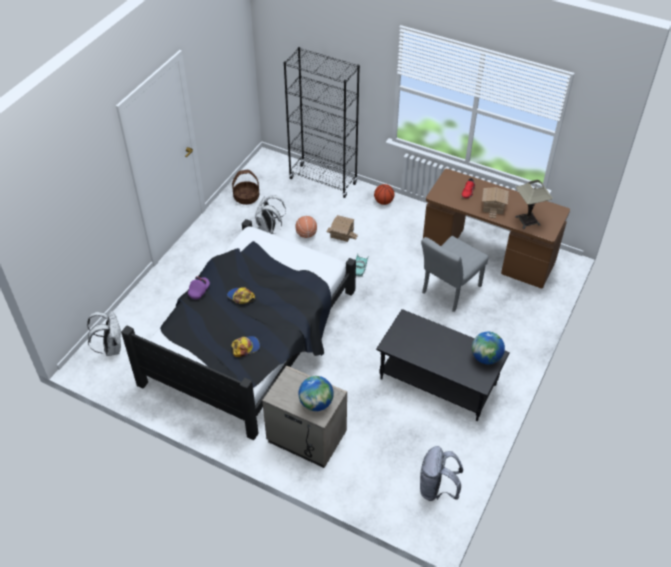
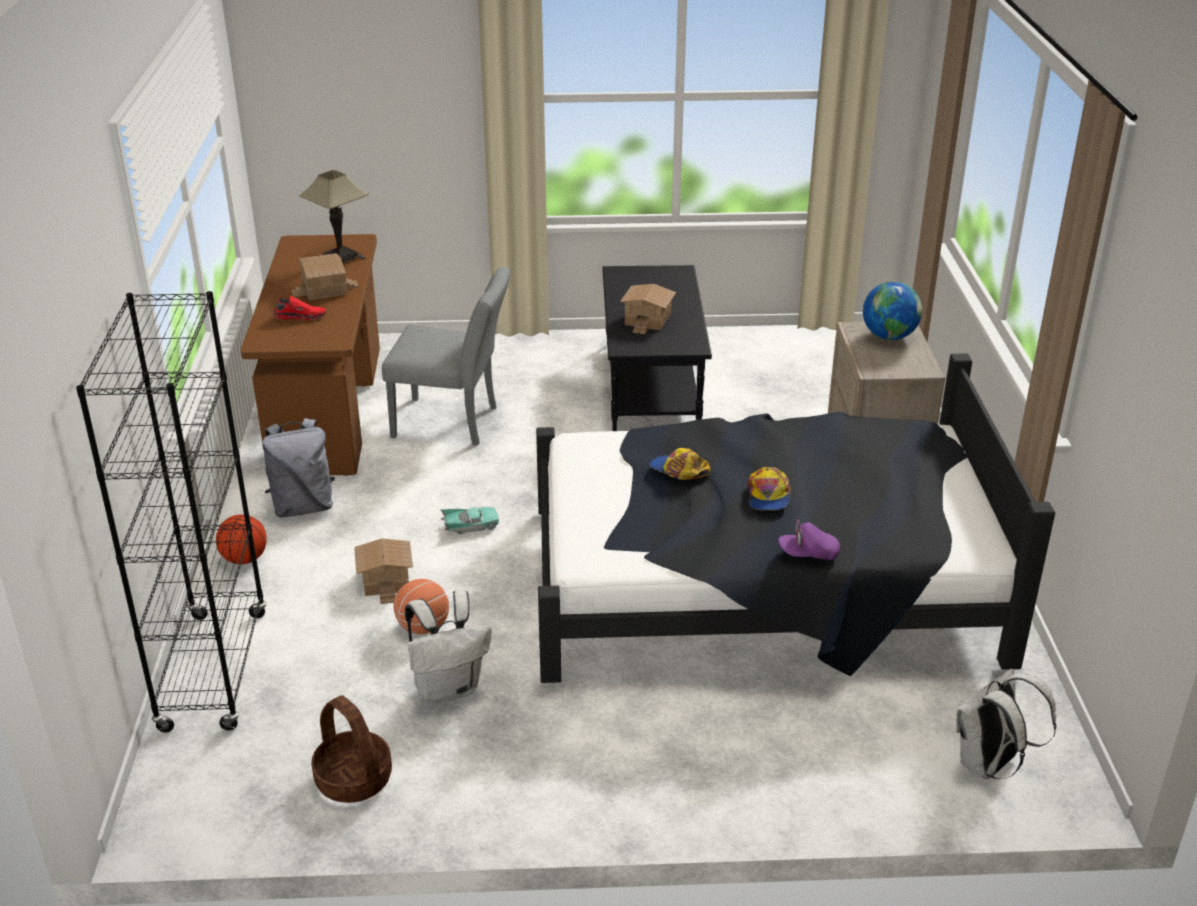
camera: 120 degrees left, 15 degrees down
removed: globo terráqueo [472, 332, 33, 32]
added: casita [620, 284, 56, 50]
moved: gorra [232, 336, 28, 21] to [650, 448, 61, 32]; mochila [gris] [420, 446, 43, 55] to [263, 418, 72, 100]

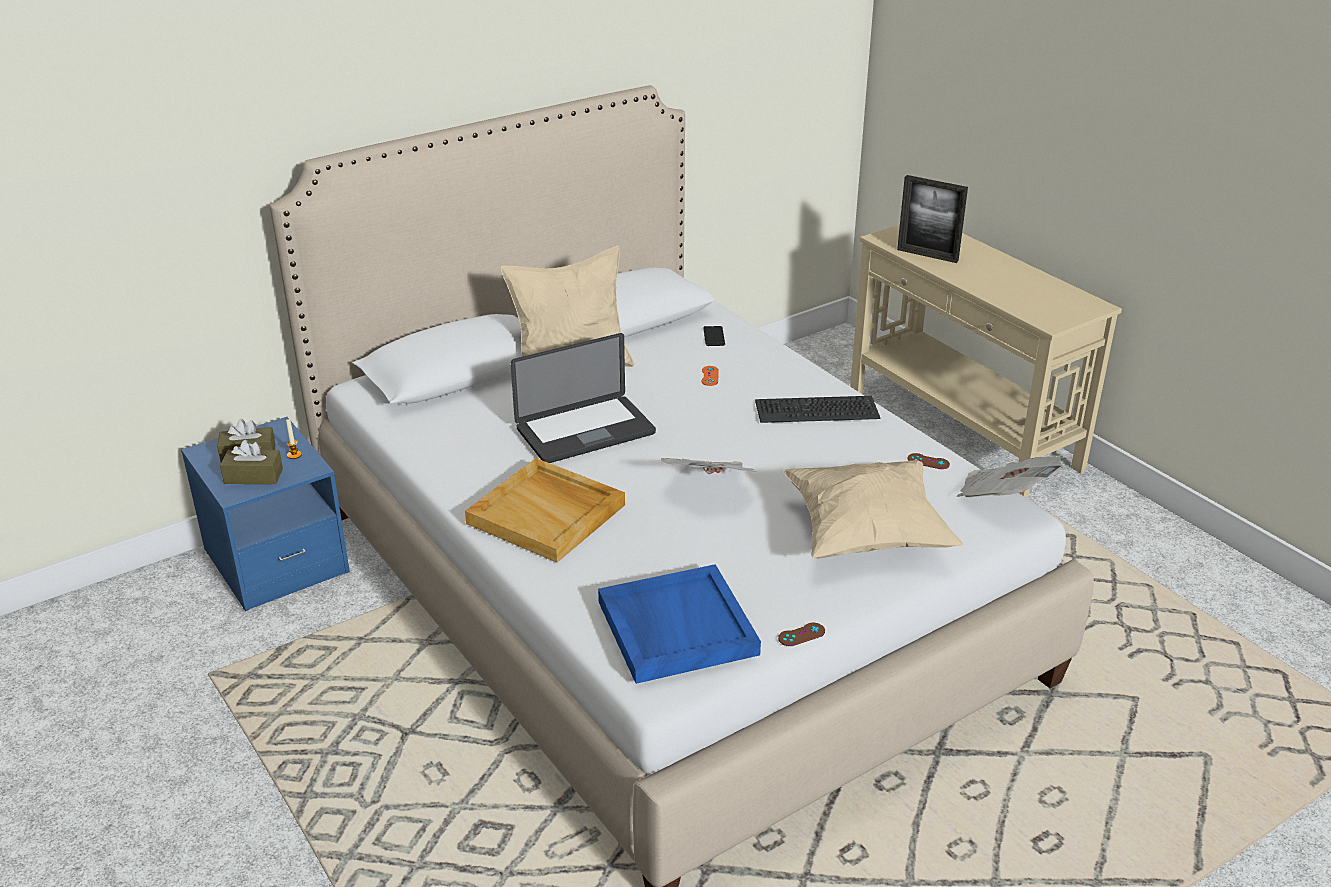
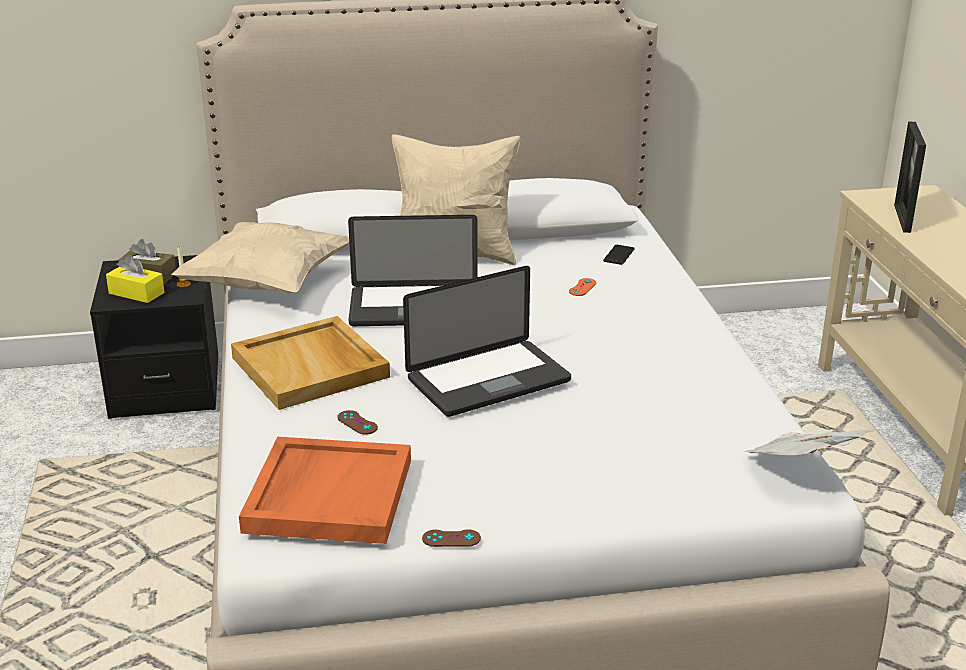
camera: 25 degrees right, 5 degrees down
removed: teclado [755, 396, 125, 27]
moved: cojín [beis] [783, 460, 180, 99] to [171, 222, 178, 71]; mando de consola [marrón] [907, 453, 43, 16] to [337, 410, 41, 25]
replaced: periódico [661, 458, 95, 16] to portátil [403, 266, 168, 151]
recoloured: mesita de noche [azul] [181, 417, 169, 194] to mesita de noche [negro] [90, 255, 128, 164]; caja de pañuelos [marrón] [220, 440, 63, 44] to caja de pañuelos [amarillo] [106, 255, 59, 48]; bandeja [azul] [598, 564, 163, 120] to bandeja [naranja] [239, 437, 172, 107]
turned: portarretratos [897, 175, 71, 88] = [894, 121, 32, 112] 45 degrees clockwise

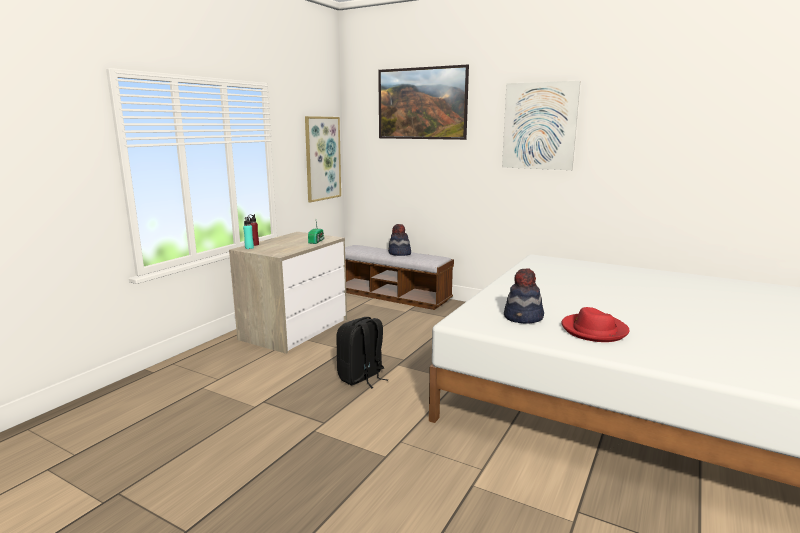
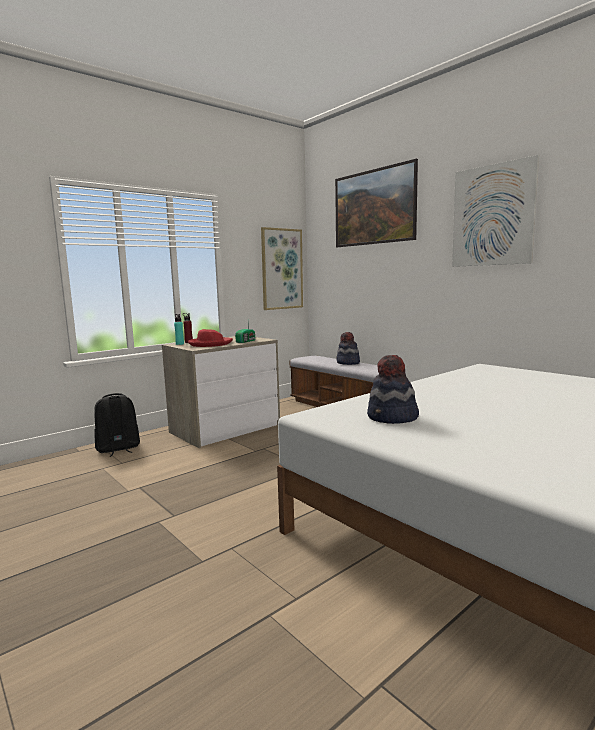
camera: 20 degrees right, 5 degrees down
moved: mochila [negro] [336, 317, 52, 71] to [94, 393, 46, 64]; sombrero [rojo] [562, 307, 67, 35] to [188, 329, 45, 18]

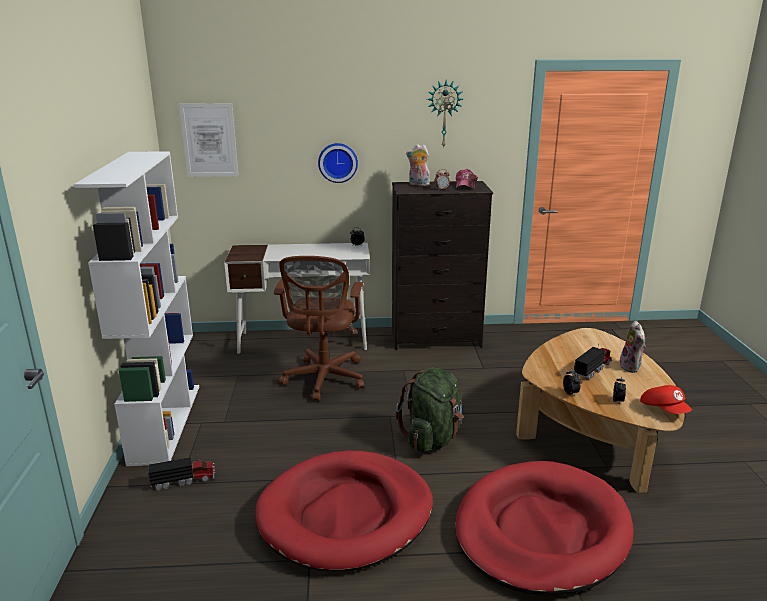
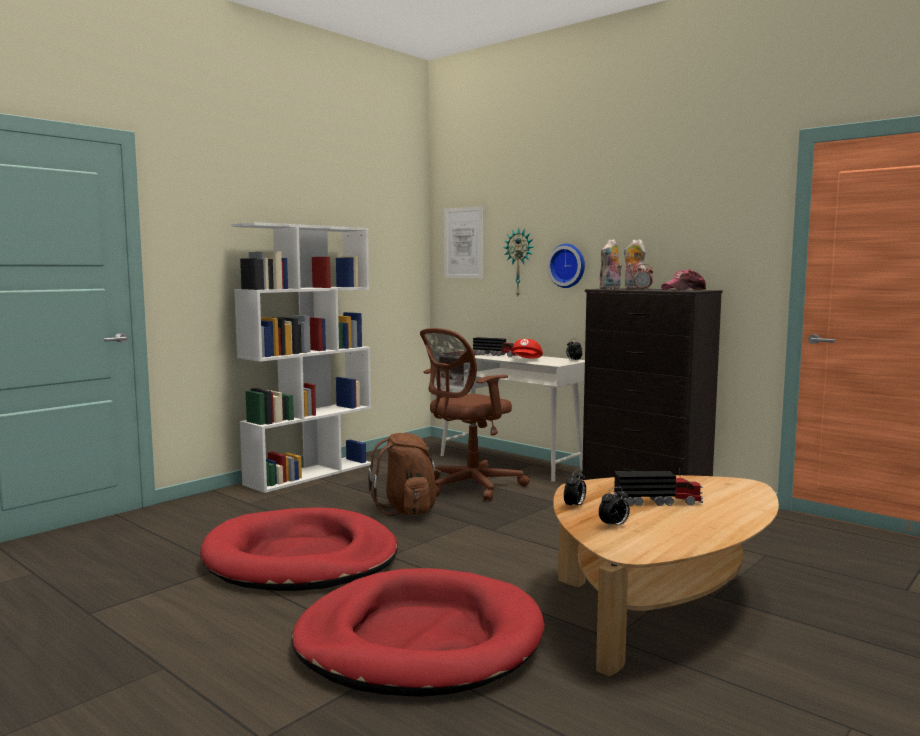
camera: 45 degrees right, 15 degrees down
removed: mochila [verde] [395, 367, 69, 85]
added: mochila [marrón] [368, 433, 73, 83]
moved: camión de juguete [148, 456, 67, 34] to [473, 337, 45, 20]; reloj de pared [427, 80, 36, 69] to [503, 228, 30, 68]; peluche [620, 321, 26, 52] to [600, 239, 22, 50]; gorra [rojo] [640, 385, 52, 29] to [512, 339, 31, 20]

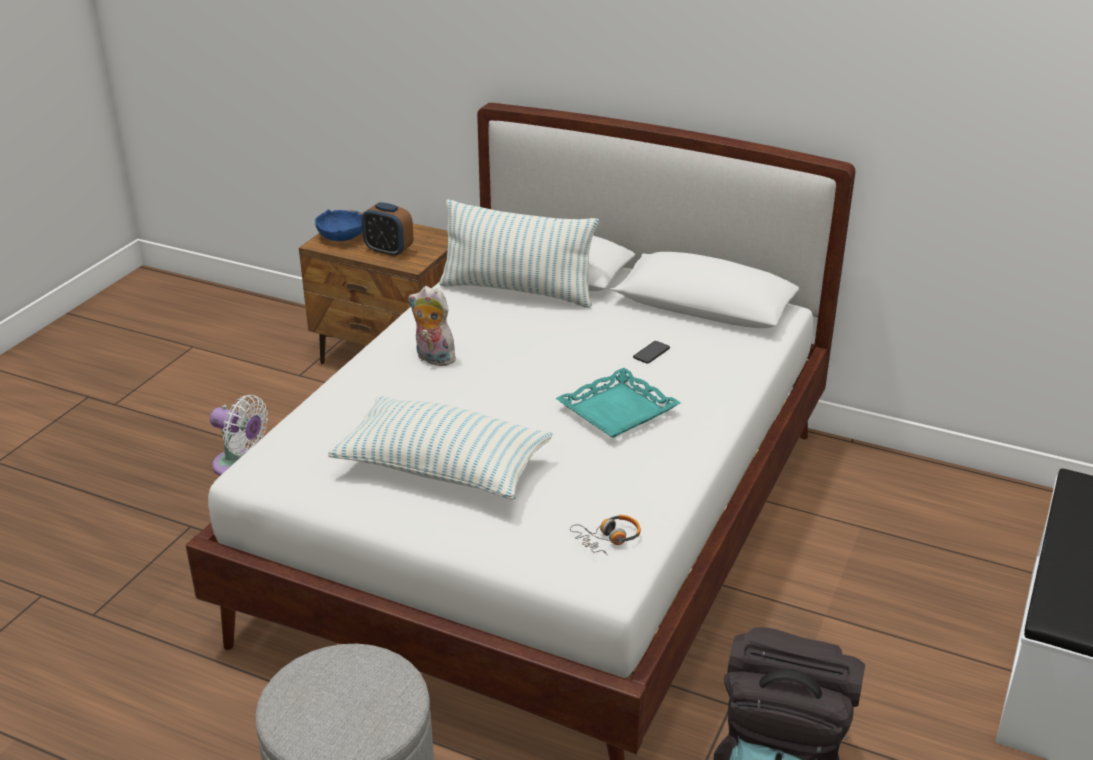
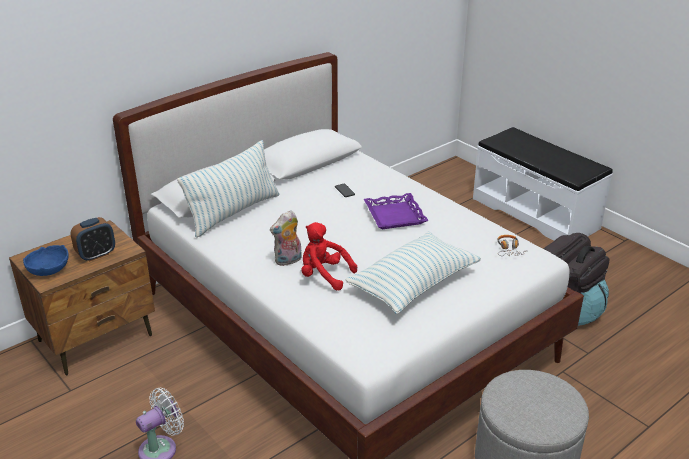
camera: 65 degrees left, 0 degrees up
added: peluche [rojo] [301, 222, 56, 68]
recoloured: bandeja [turquesa] [555, 368, 126, 70] to bandeja [morado] [364, 193, 65, 36]

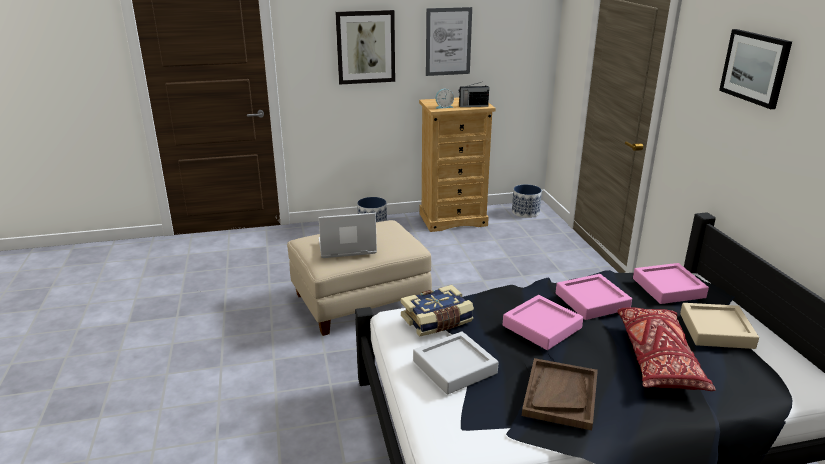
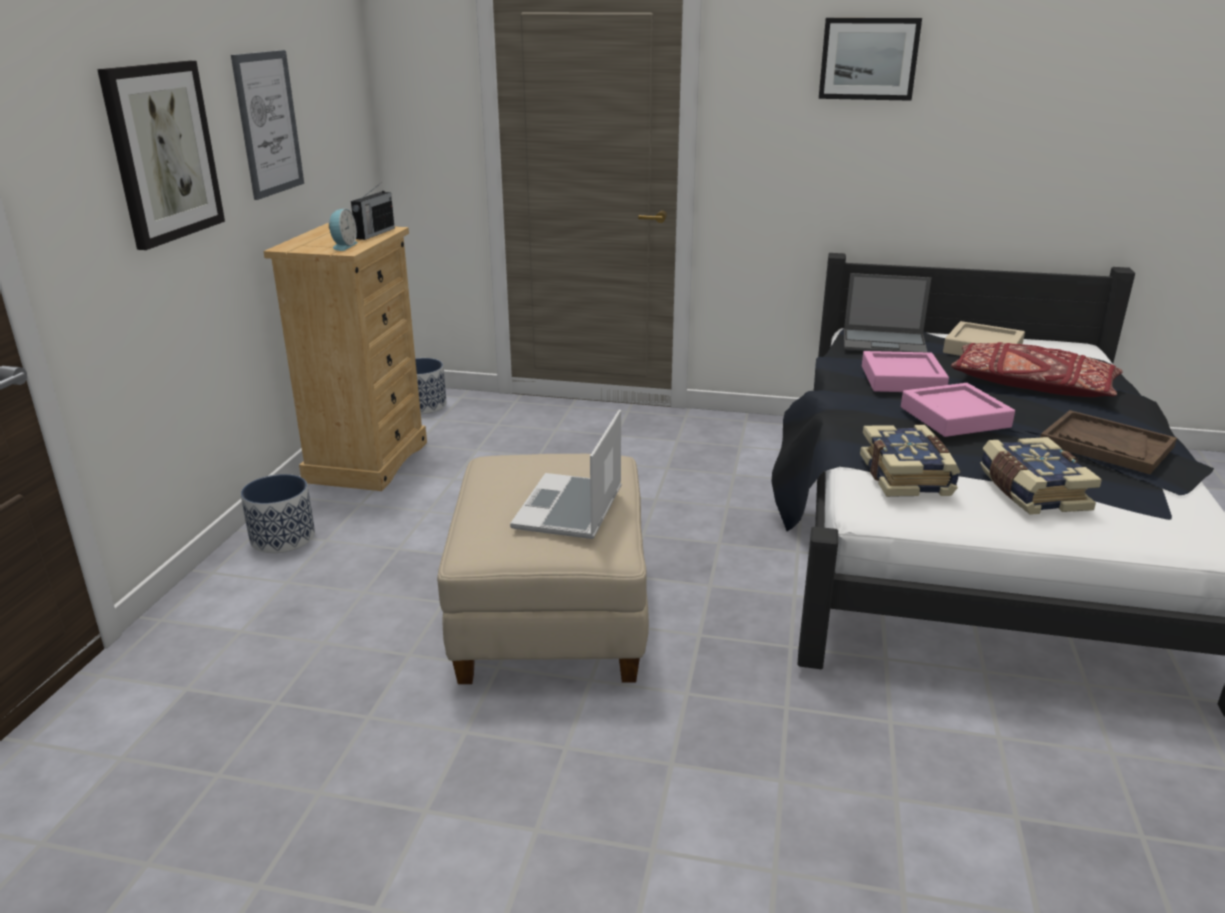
camera: 65 degrees left, 0 degrees up
replaced: bandeja [gris] [413, 331, 85, 64] to libro [980, 437, 122, 78]; bandeja [rosa] [633, 263, 76, 41] to portátil [844, 273, 87, 79]

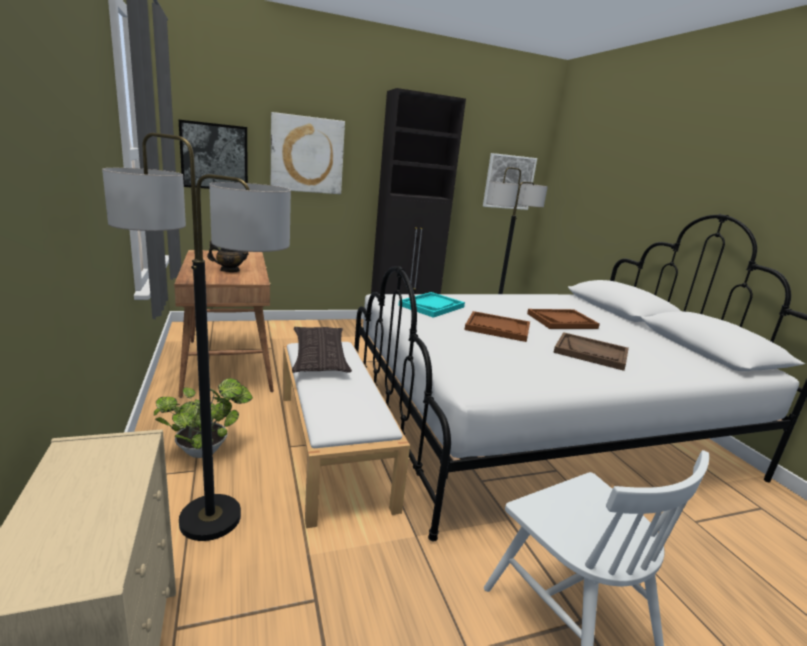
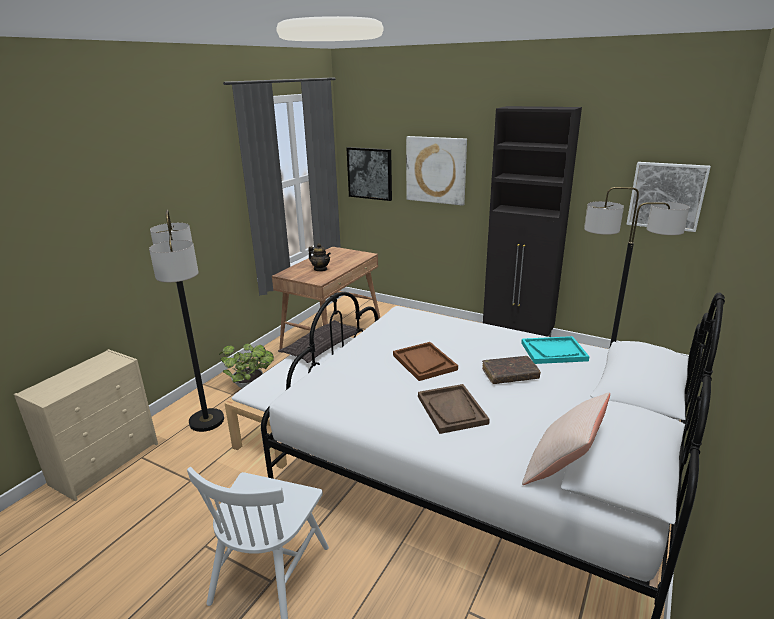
camera: 50 degrees right, 5 degrees up
added: cojín [beis] [522, 392, 88, 93]
moved: bandeja [turquesa] [398, 292, 67, 26] to [521, 336, 69, 28]
replaced: bandeja [marrón] [527, 309, 73, 20] to libro [marrón] [482, 356, 59, 28]

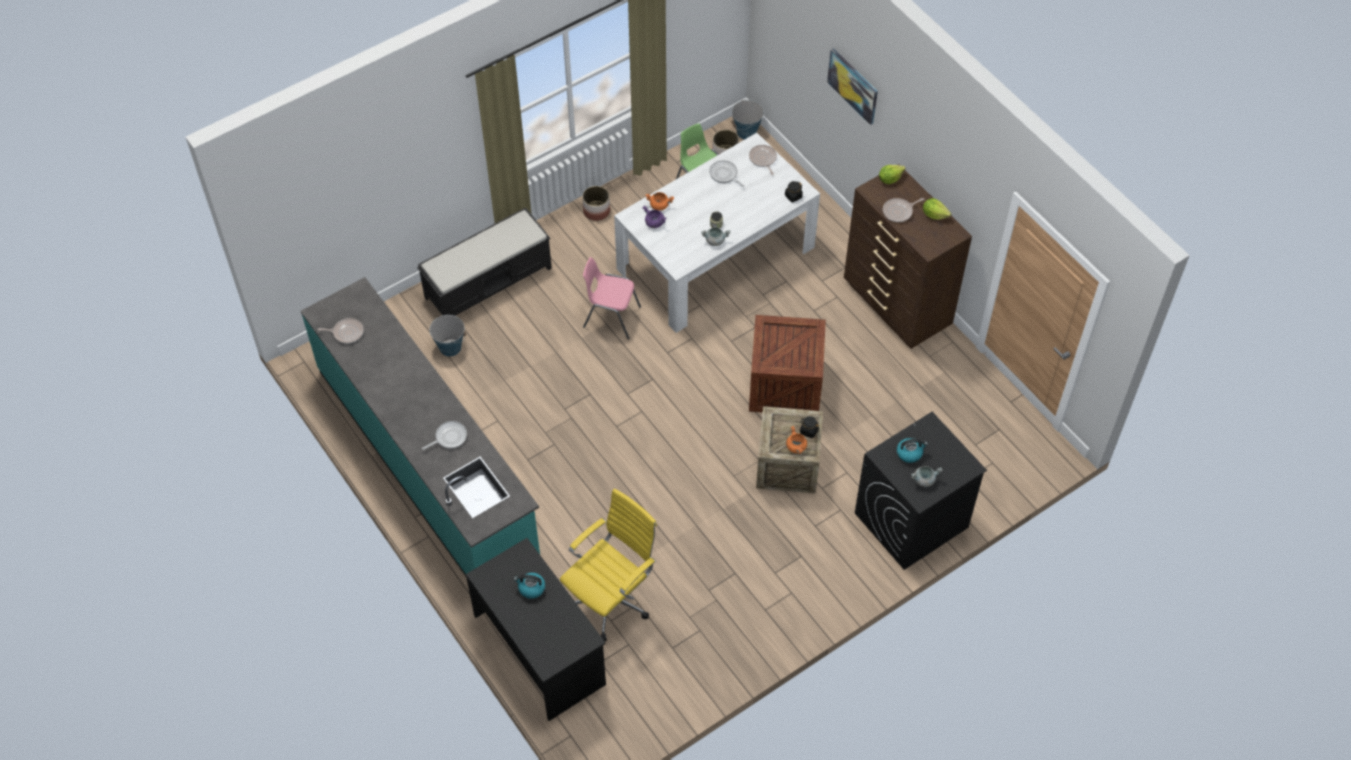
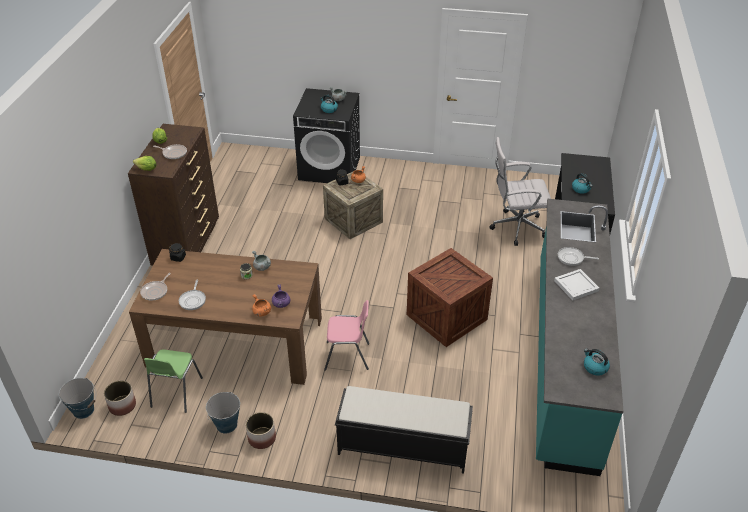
camera: 135 degrees left, 15 degrees down
removed: cuadro [827, 48, 51, 77]
added: bandeja [blanco] [554, 269, 45, 32]
moved: cubo [429, 315, 37, 42] to [206, 392, 34, 42]; caja de embalaje [749, 315, 77, 97] to [407, 248, 86, 99]
replaced: sartén [317, 318, 46, 26] to hervidor [584, 349, 26, 27]
recoloured: silla de oficina [amarillo] [560, 488, 97, 153] to silla de oficina [blanco] [489, 137, 62, 109]; mesa de comedor [blanco] [614, 133, 206, 200] to mesa de comedor [marrón] [129, 249, 193, 136]
turned: silla [rosa] [583, 257, 58, 83] = [324, 300, 45, 71] 60 degrees counterclockwise

